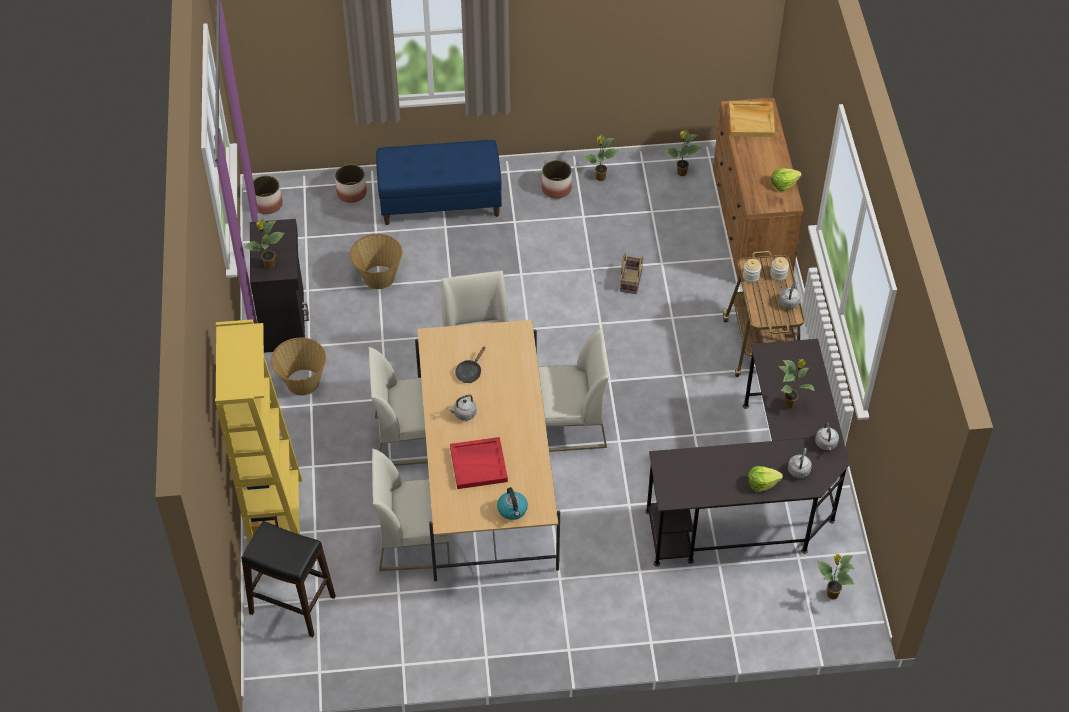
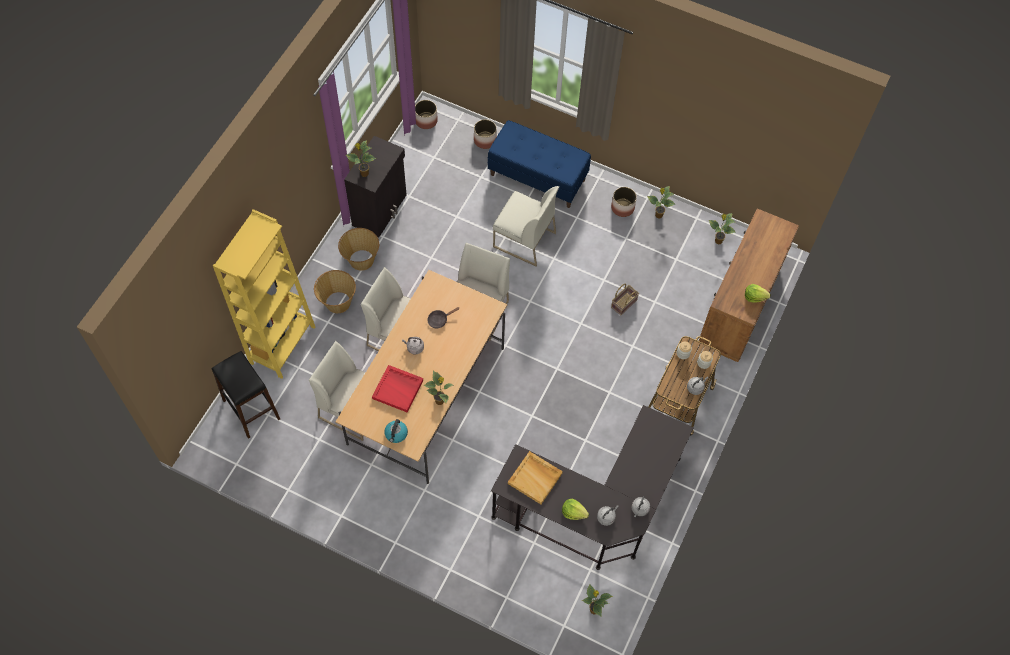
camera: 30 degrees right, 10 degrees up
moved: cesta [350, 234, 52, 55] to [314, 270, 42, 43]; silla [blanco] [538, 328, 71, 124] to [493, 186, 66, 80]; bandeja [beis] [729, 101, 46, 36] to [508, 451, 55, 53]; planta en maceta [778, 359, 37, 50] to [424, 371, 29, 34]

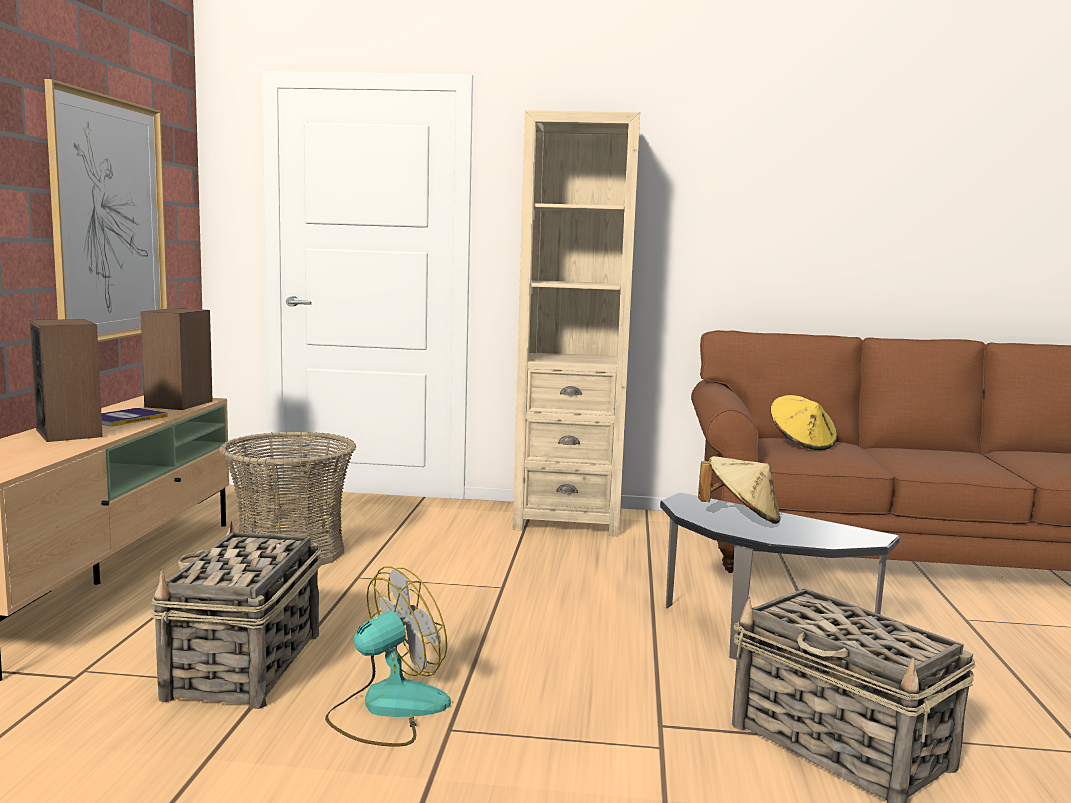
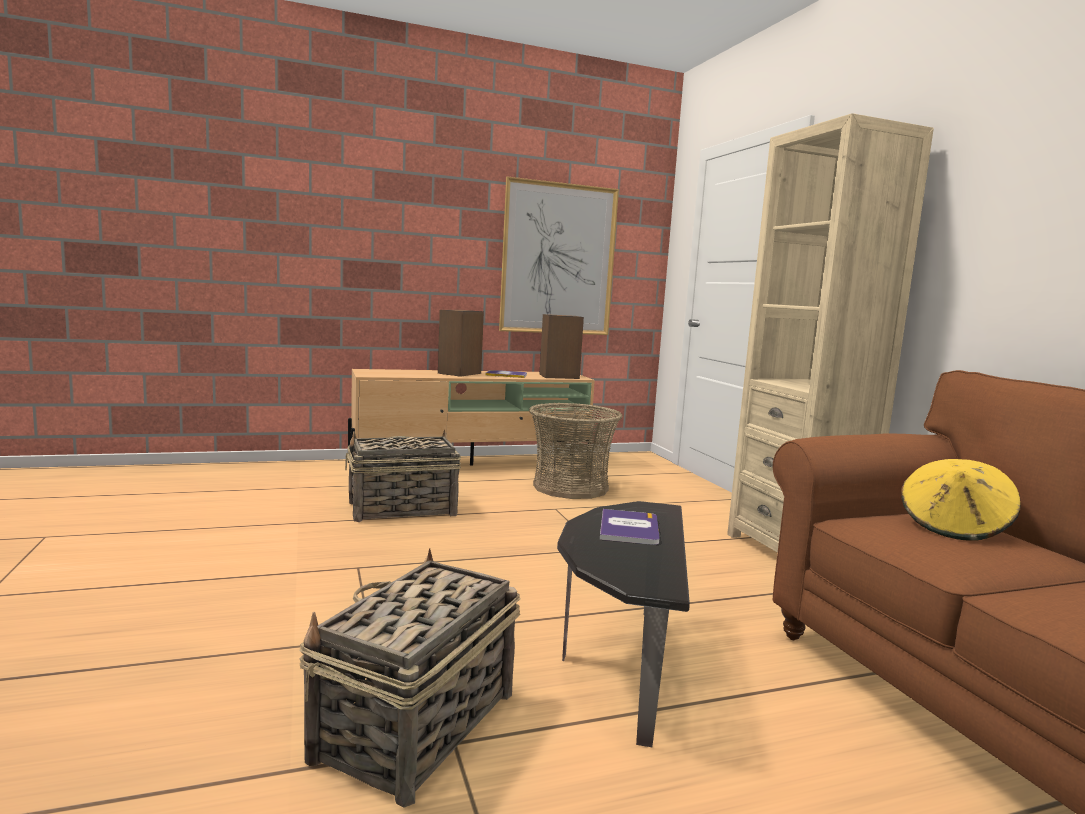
camera: 65 degrees right, 0 degrees up
removed: ventilador [325, 566, 126, 181]
replaced: sombrero [beis] [698, 456, 82, 68] to libro [600, 509, 60, 36]

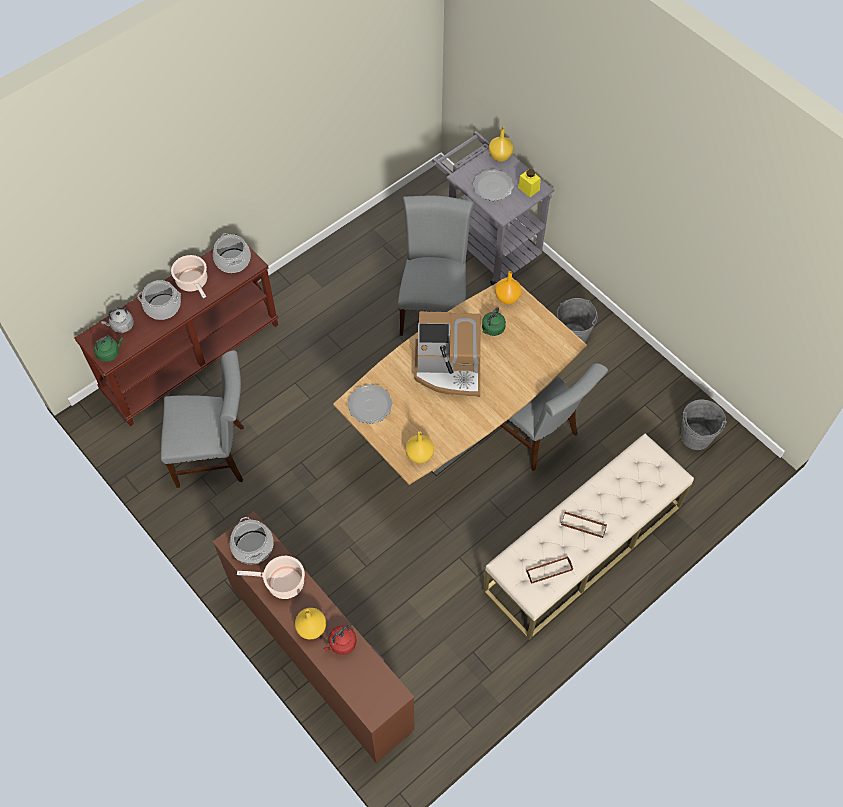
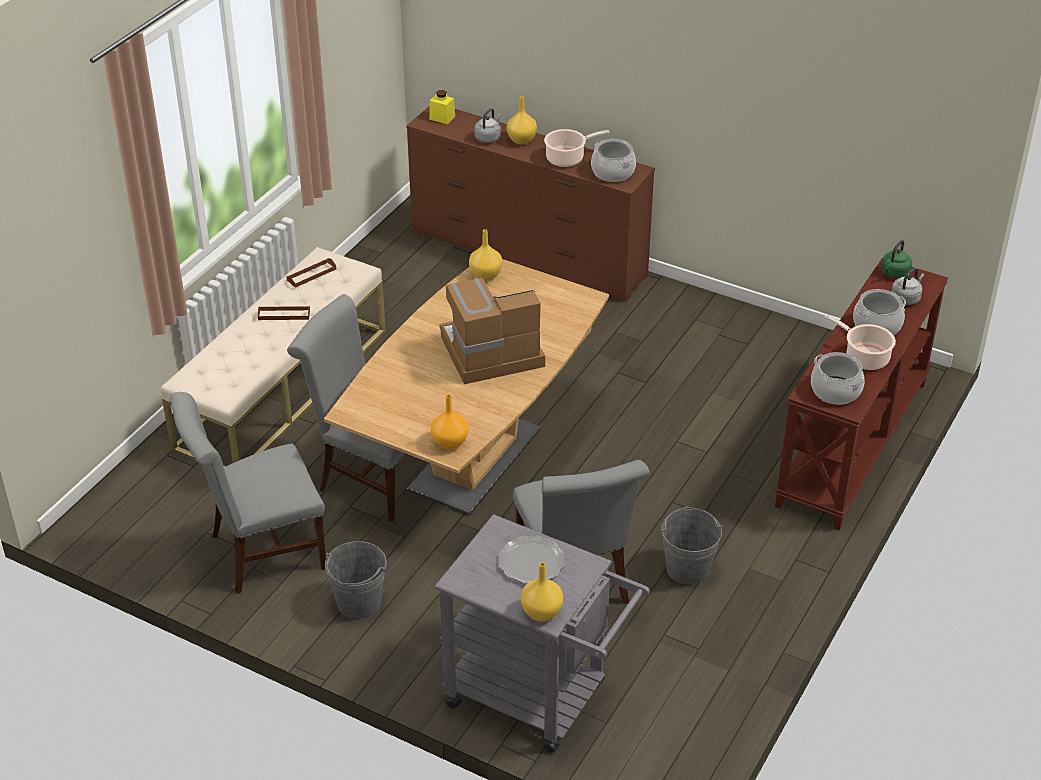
camera: 160 degrees right, 20 degrees down
removed: plato [347, 384, 46, 40]; hervidor [verde] [482, 307, 24, 29]
moved: silla [gris] [161, 350, 83, 138] to [170, 392, 156, 202]; tarro [amarillo] [518, 169, 23, 28] to [429, 90, 26, 34]; cubo [gris] [681, 400, 46, 50] to [661, 507, 62, 78]
recoloured: hervidor [rojo] [323, 625, 34, 30] to hervidor [gris] [474, 108, 27, 35]

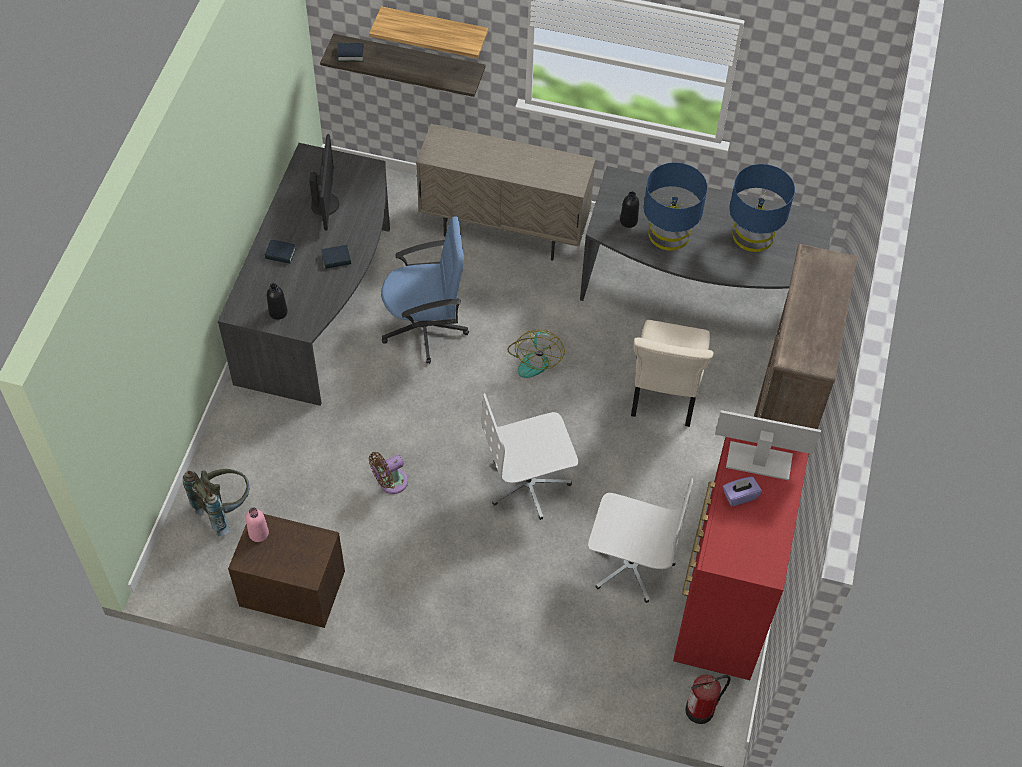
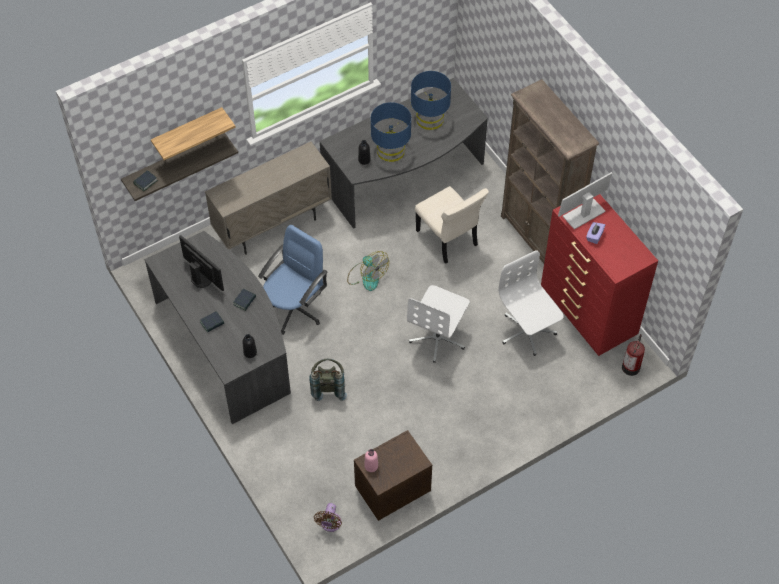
camera: 45 degrees left, 0 degrees up
moved: mochila [gris] [183, 469, 66, 67] to [309, 359, 38, 42]; ventilador [marrón] [369, 452, 39, 42] to [314, 503, 28, 29]
turned: silla de oficina [blanco] [588, 478, 105, 125] = [498, 250, 66, 106] 90 degrees counterclockwise

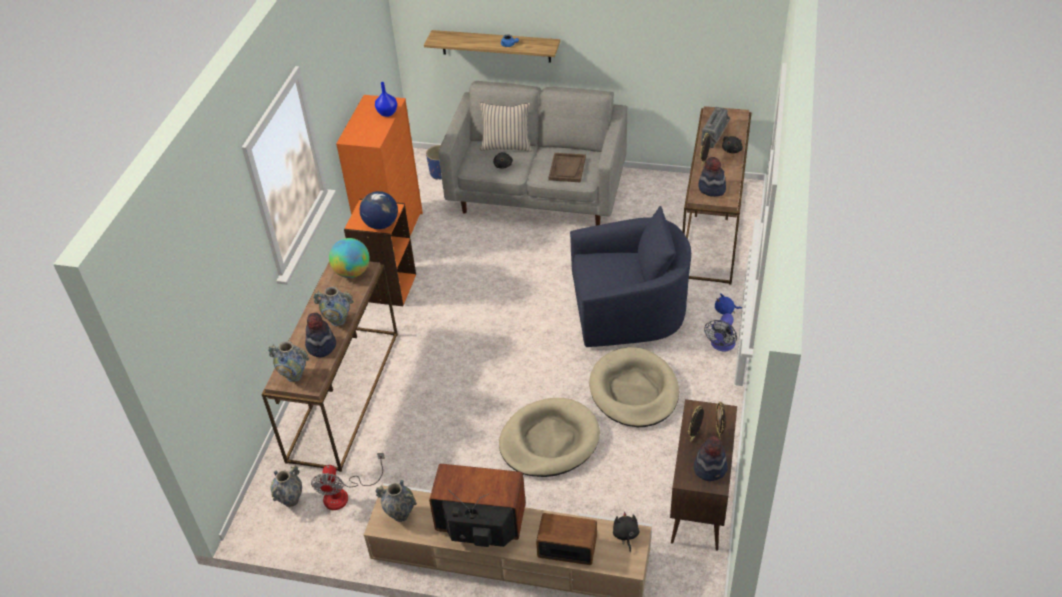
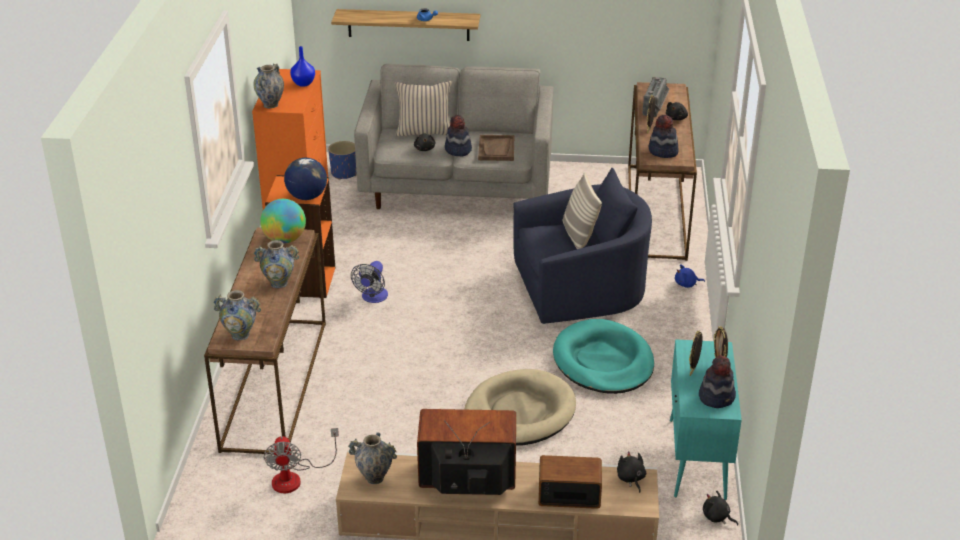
camera: 10 degrees left, 10 degrees down
added: cojín [563, 172, 39, 77]; peluche [negro] [703, 491, 35, 35]
moved: florero [271, 465, 31, 42] to [254, 63, 30, 46]; sombrero [305, 313, 31, 44] to [445, 115, 27, 42]; ventilador [704, 313, 33, 38] to [351, 261, 37, 42]
recoloured: cama para perro [beis] [589, 347, 90, 80] to cama para perro [turquesa] [553, 319, 101, 75]; armario [marrón] [670, 399, 67, 152] to armario [turquesa] [670, 339, 72, 161]

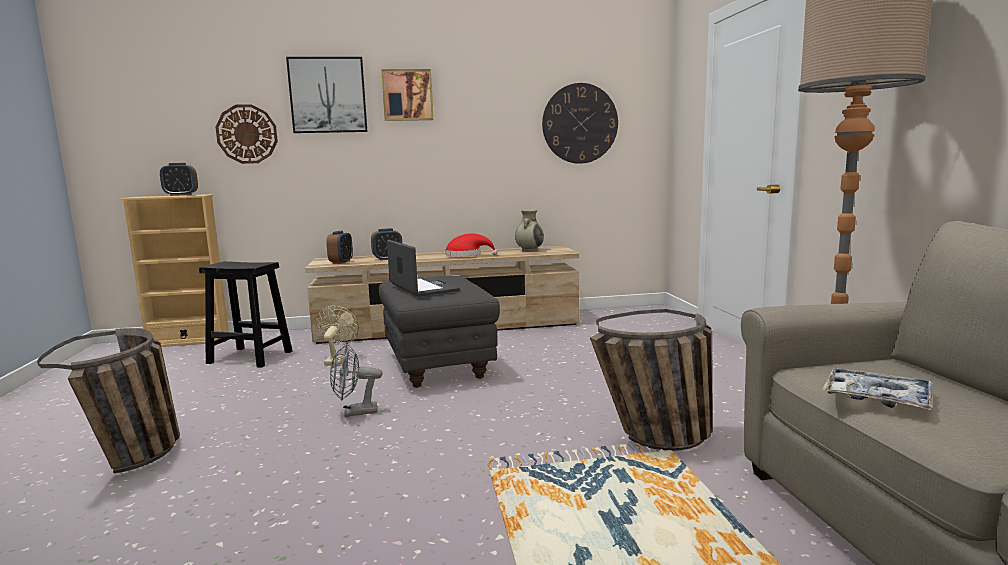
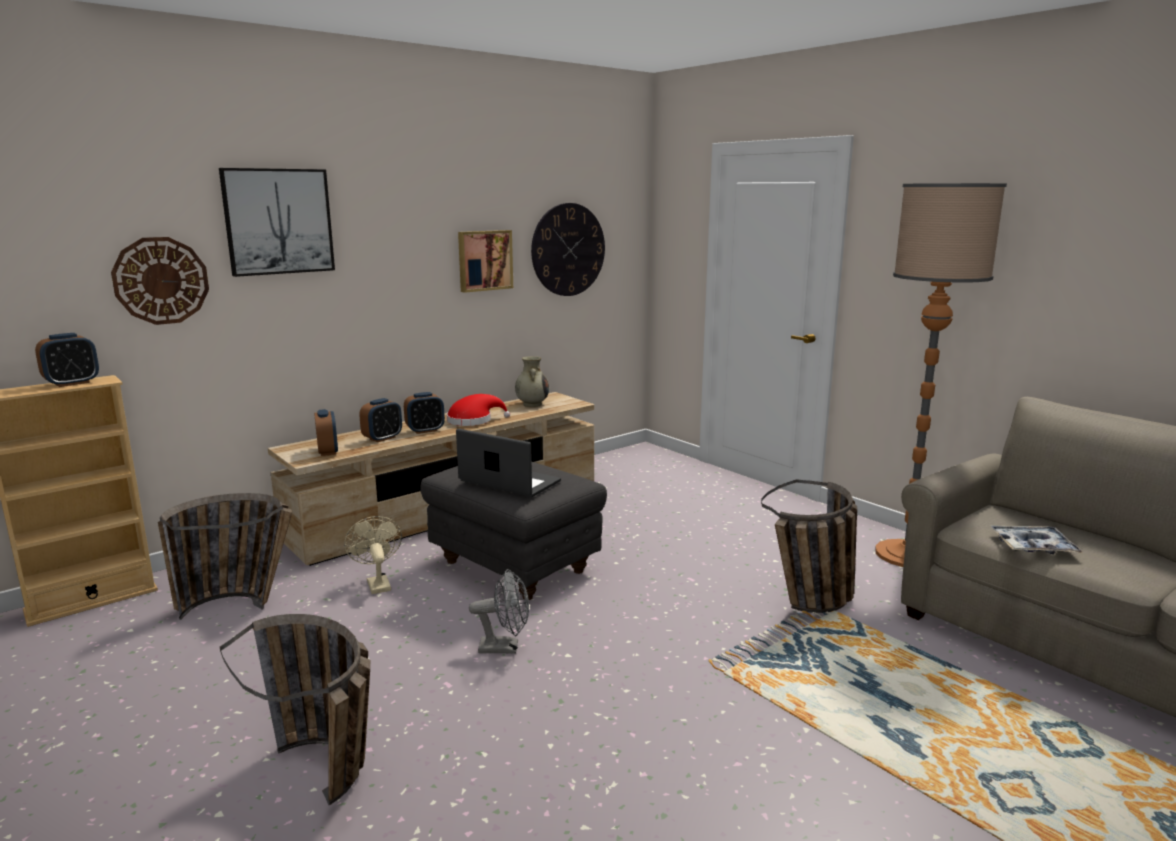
camera: 30 degrees left, 5 degrees up
added: despertador [404, 392, 41, 42]
moved: cuadro [381, 69, 53, 52] to [458, 230, 55, 63]
replaced: taburete [negro] [199, 261, 93, 107] to cesta [158, 493, 134, 127]
turned: ventilador [gris] [330, 344, 53, 73] = [469, 569, 60, 85] 135 degrees counterclockwise

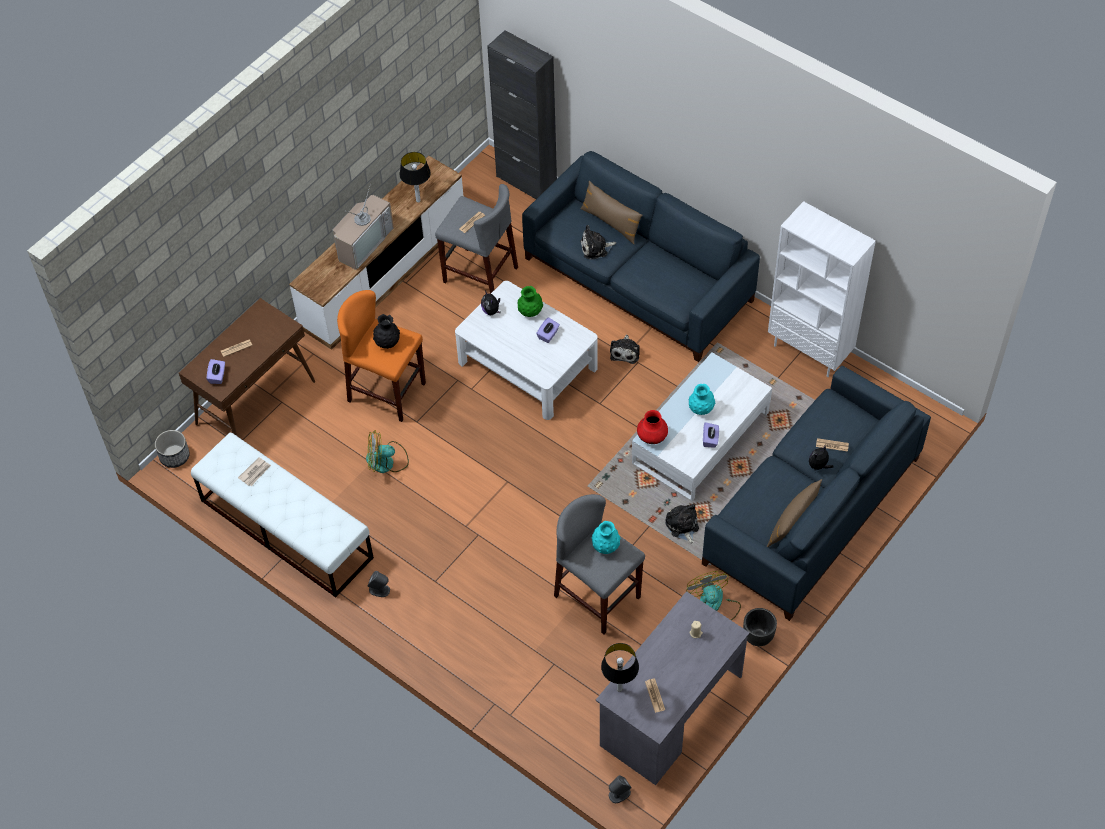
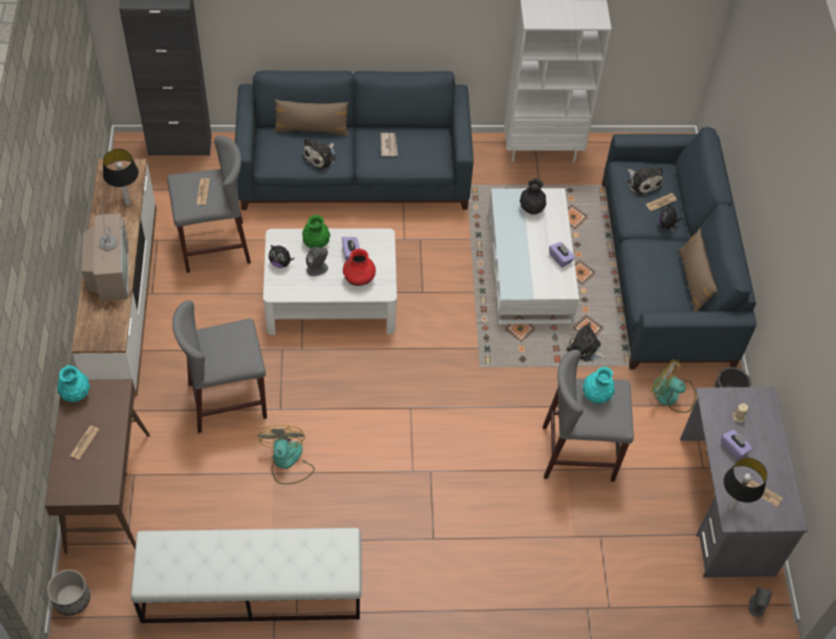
camera: 45 degrees left, 0 degrees up
moved: caja de pañuelos [morado] [207, 359, 18, 25] to [721, 429, 32, 31]; periódico [238, 457, 33, 29] to [381, 133, 17, 23]; altavoz [gris] [368, 571, 22, 26] to [306, 247, 22, 29]; florero [negro] [373, 314, 27, 35] to [519, 178, 27, 36]; peluche [610, 335, 30, 29] to [627, 167, 36, 30]; florero [rojo] [637, 410, 31, 34] to [343, 249, 33, 37]; florero [turquesa] [689, 384, 26, 31] to [57, 365, 33, 37]
recoloured: taburete [naranja] [337, 290, 89, 132] to taburete [gris] [172, 300, 95, 133]
turned: ventilador [366, 430, 43, 43] = [257, 425, 58, 59] 135 degrees clockwise

